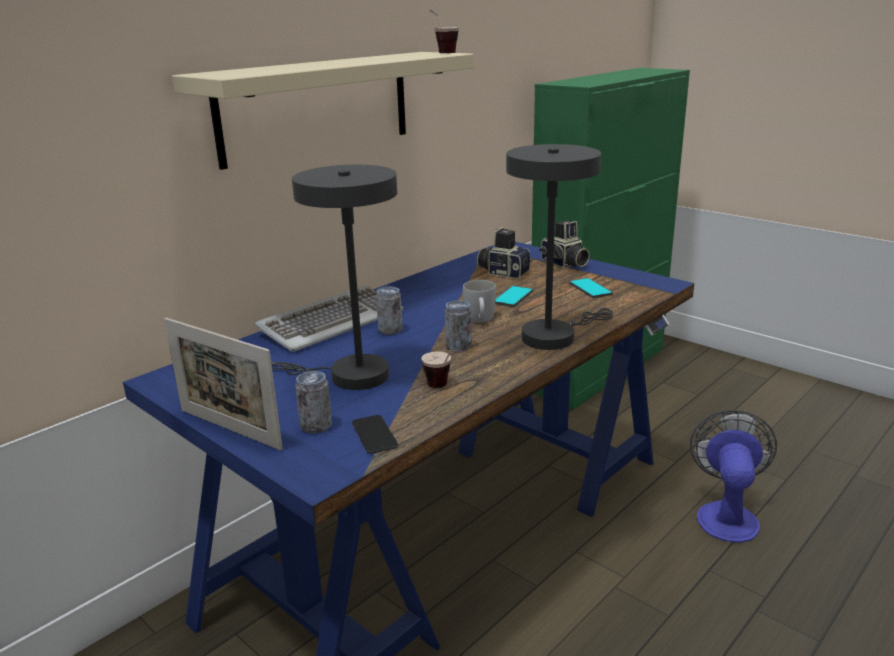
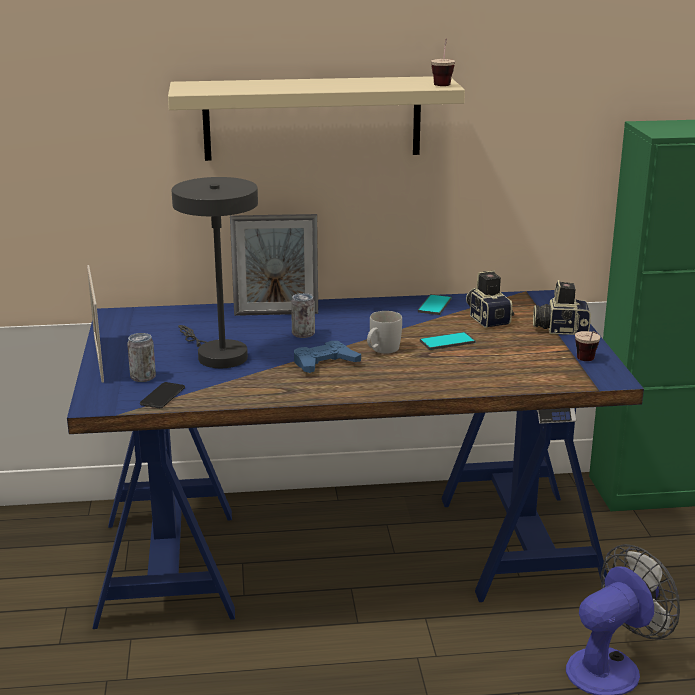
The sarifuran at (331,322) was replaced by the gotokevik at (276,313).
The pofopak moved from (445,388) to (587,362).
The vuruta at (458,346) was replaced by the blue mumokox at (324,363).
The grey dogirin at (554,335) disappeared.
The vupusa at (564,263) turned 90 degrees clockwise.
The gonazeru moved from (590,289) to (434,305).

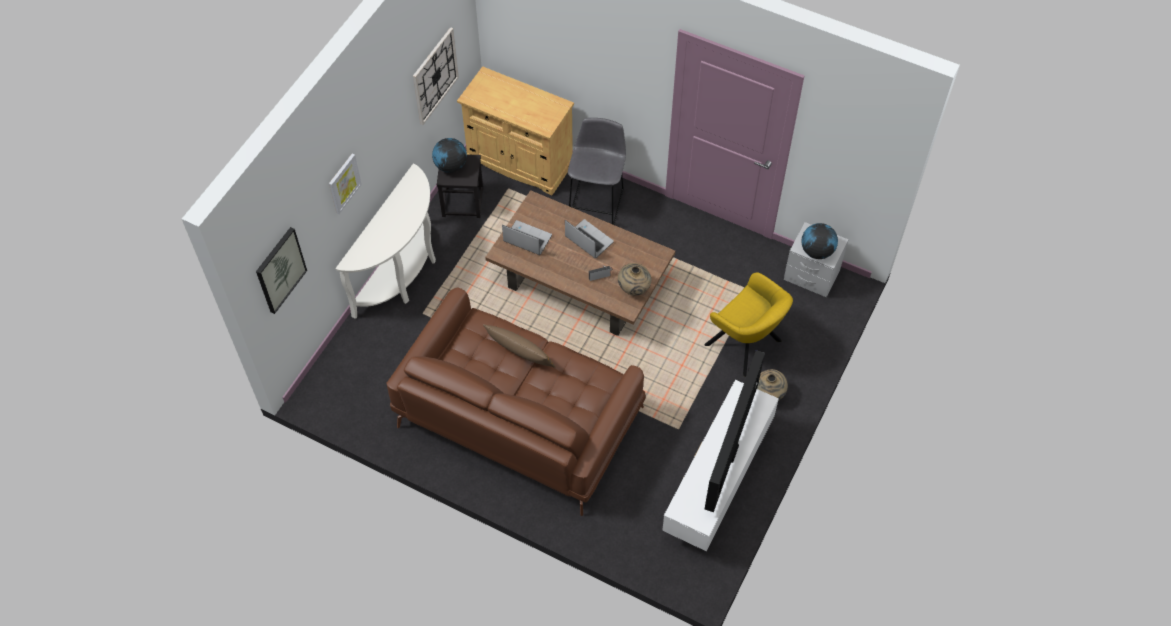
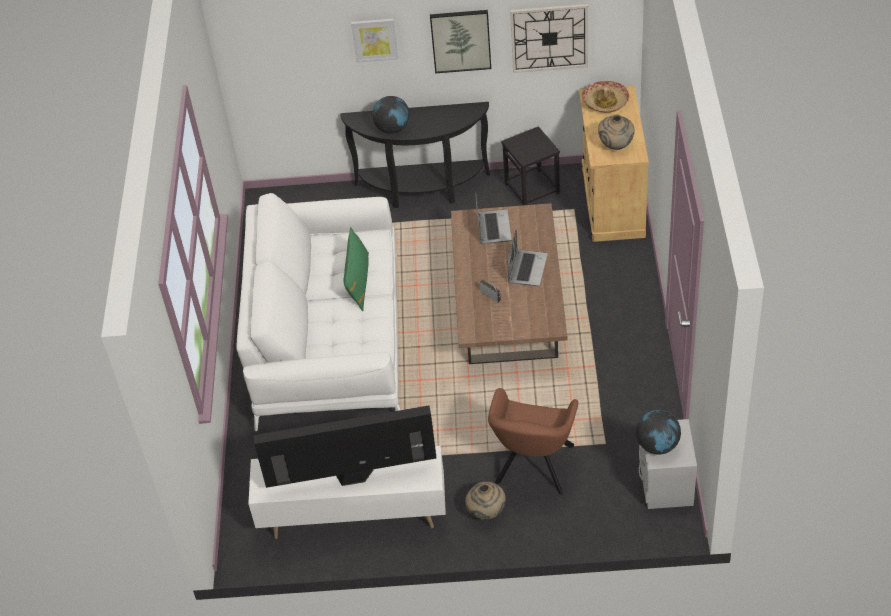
The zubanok moved from (280,270) to (461,40).
The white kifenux at (402,274) became the black kifenux at (422,190).
The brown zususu at (518,416) became the white zususu at (330,337).
The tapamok moved from (450,166) to (392,129).
The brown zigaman at (520,355) became the green zigaman at (358,281).
The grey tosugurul at (597,203) disappeared.
The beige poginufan moved from (634,289) to (616,146).
The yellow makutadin at (746,345) became the brown makutadin at (533,468).
The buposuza at (605,102) appeared.

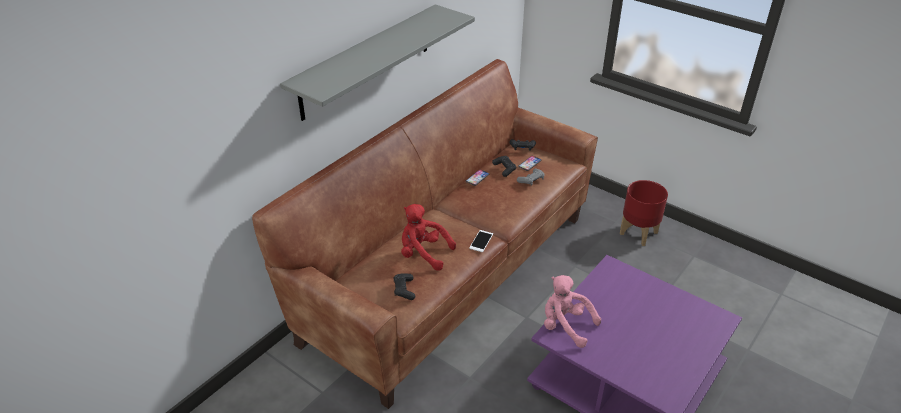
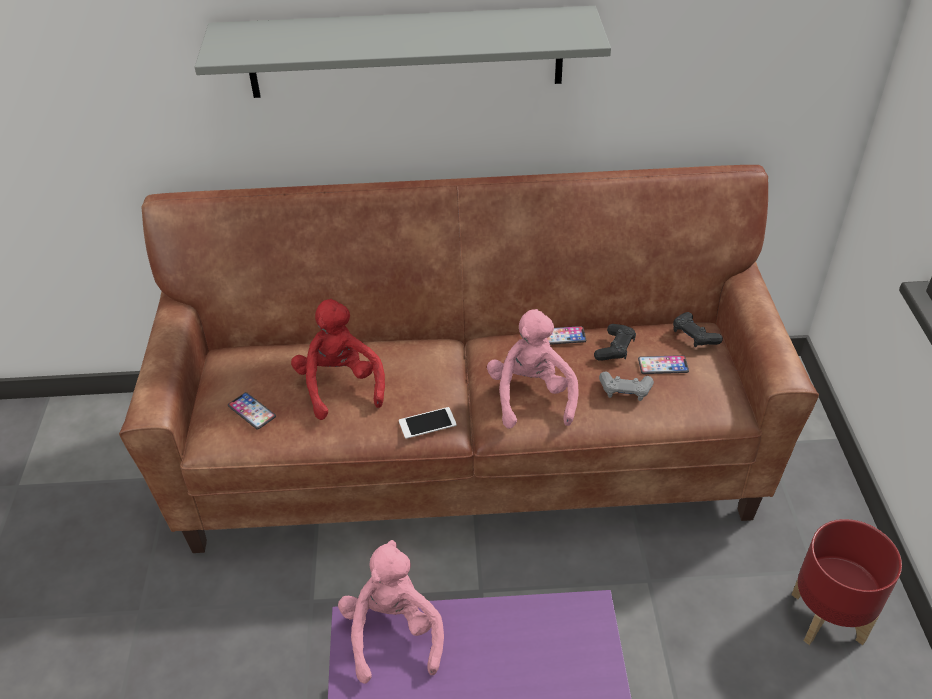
The black mumokox at (404,290) was replaced by the gonazeru at (252,411).
The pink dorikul at (531,396) appeared.

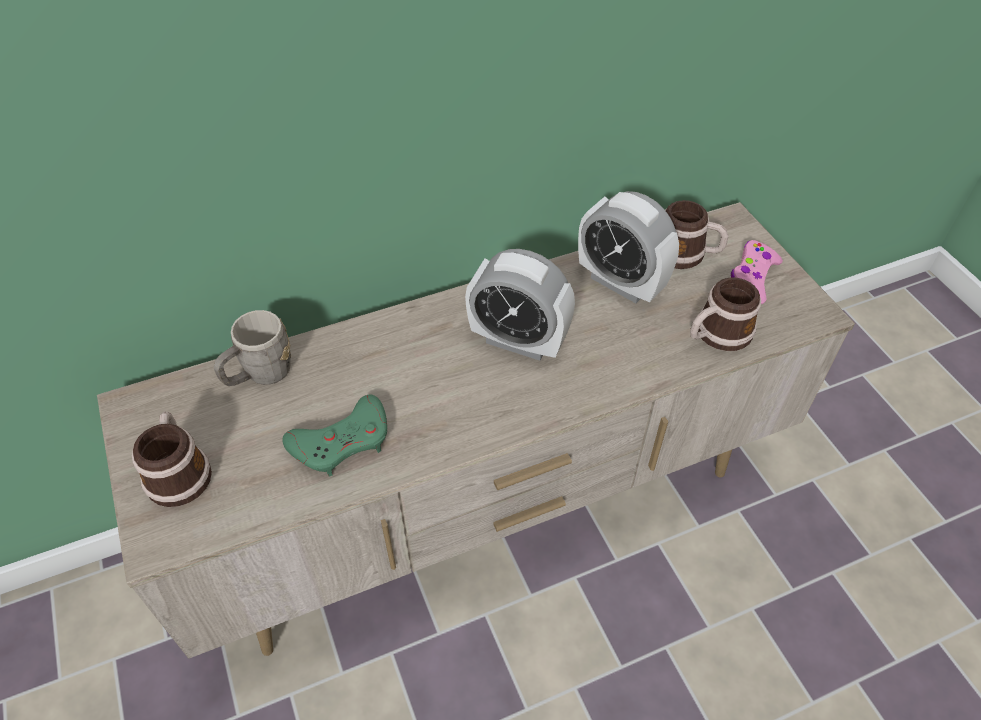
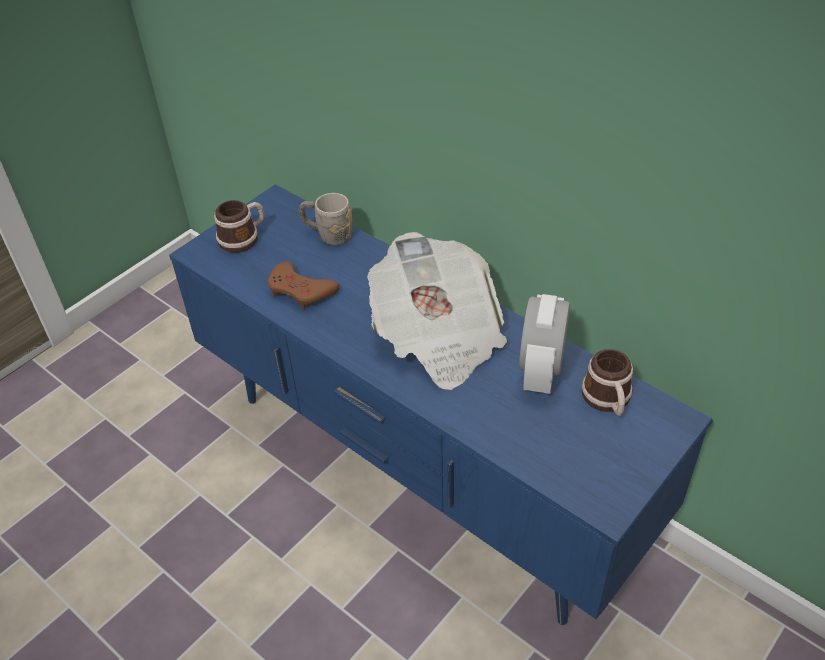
The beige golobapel at (490,514) became the blue golobapel at (419,472).
The green mumokox at (342,441) became the brown mumokox at (301,290).
The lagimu at (518,341) was replaced by the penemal at (438,336).
The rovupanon at (716,335) disappeared.
The pink mumokox at (753,277) disappeared.

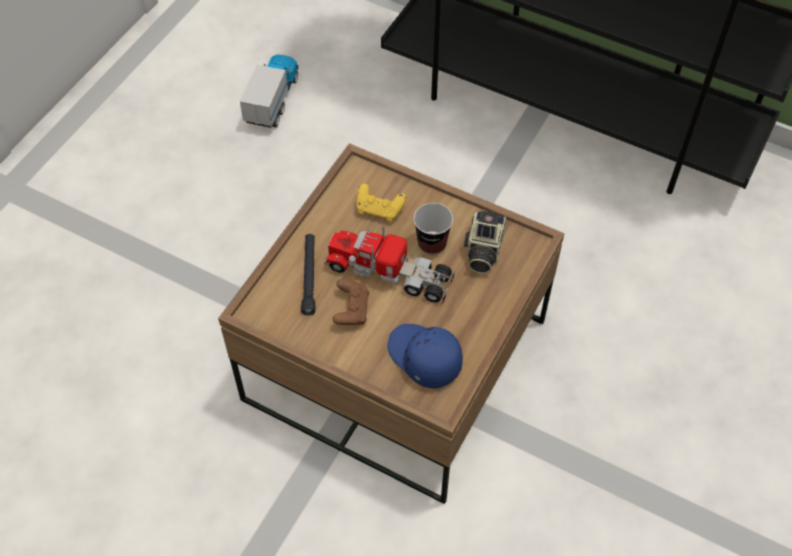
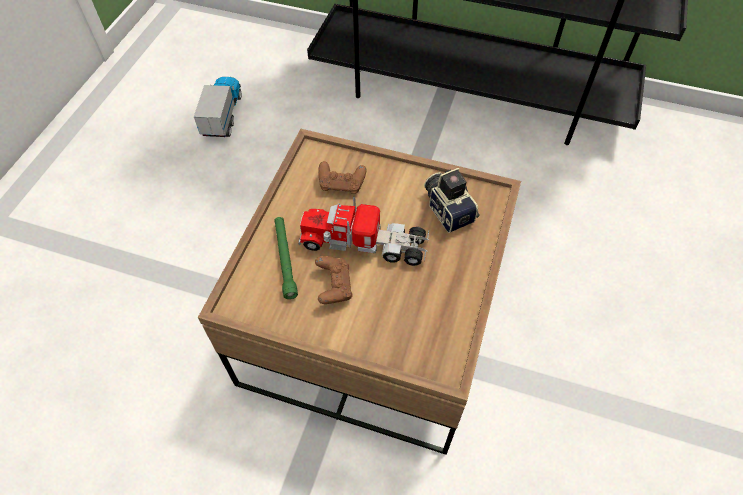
The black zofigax at (309,276) became the green zofigax at (285,259).
The yellow mumokox at (379,209) became the brown mumokox at (342,184).
The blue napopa at (423,358) disappeared.
The pofopak at (432,244) disappeared.
The vupusa at (482,251) turned 150 degrees clockwise.

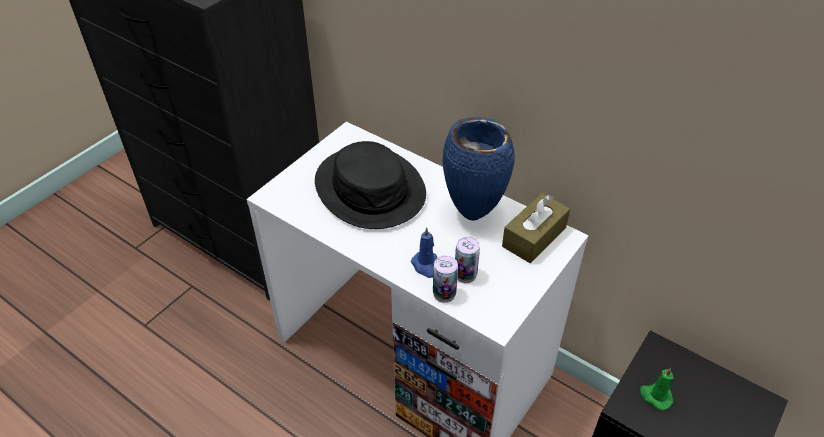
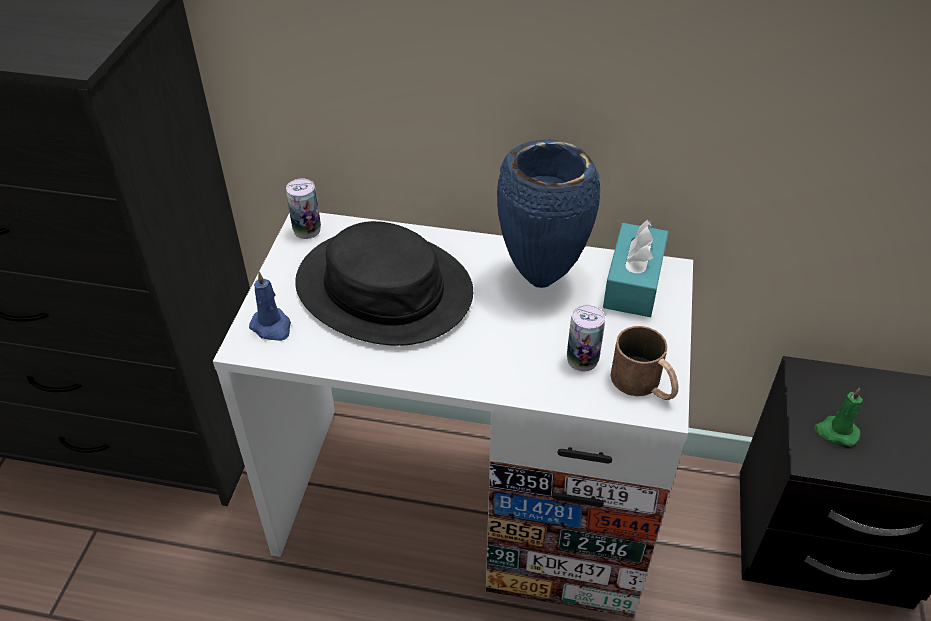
The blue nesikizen moved from (426,265) to (272,327).
The vuruta moved from (444,294) to (307,230).
The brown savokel at (534,237) became the turquoise savokel at (633,283).
The brown rovupanon at (644,385) appeared.

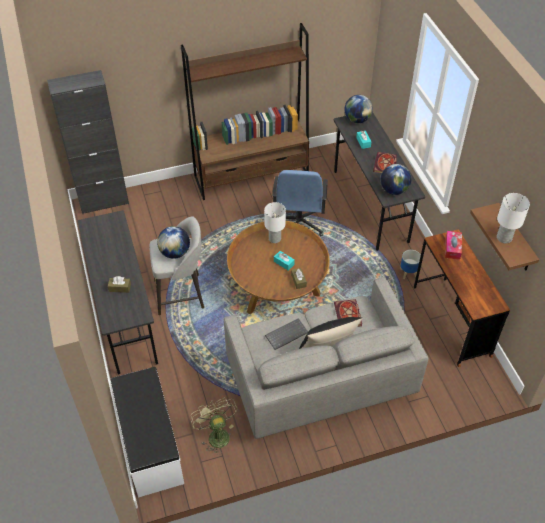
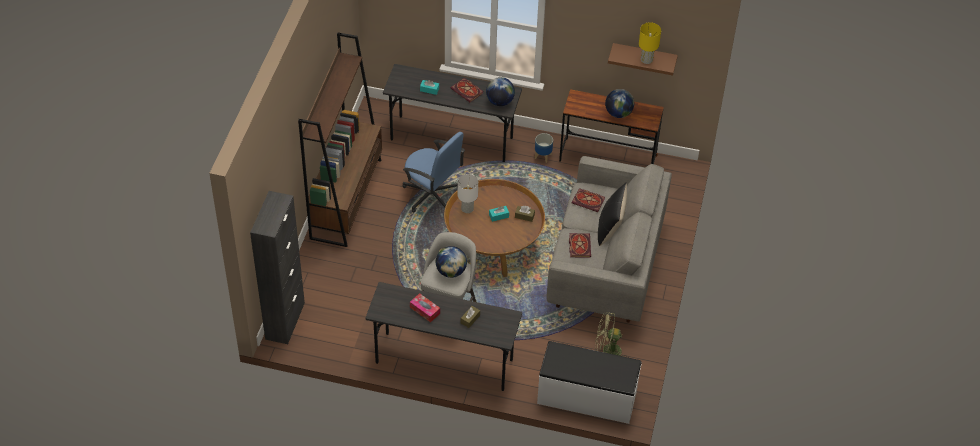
The sarifuran at (286,334) was replaced by the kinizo at (579,245).
The tapamok moved from (357,120) to (618,113).
The savokel moved from (452,248) to (425,310).
The white dogirin at (504,238) became the yellow dogirin at (647,59).

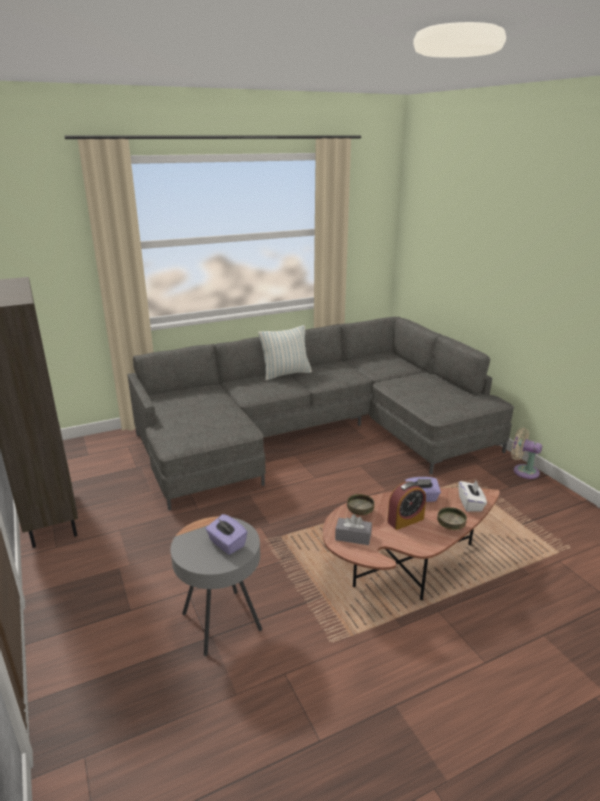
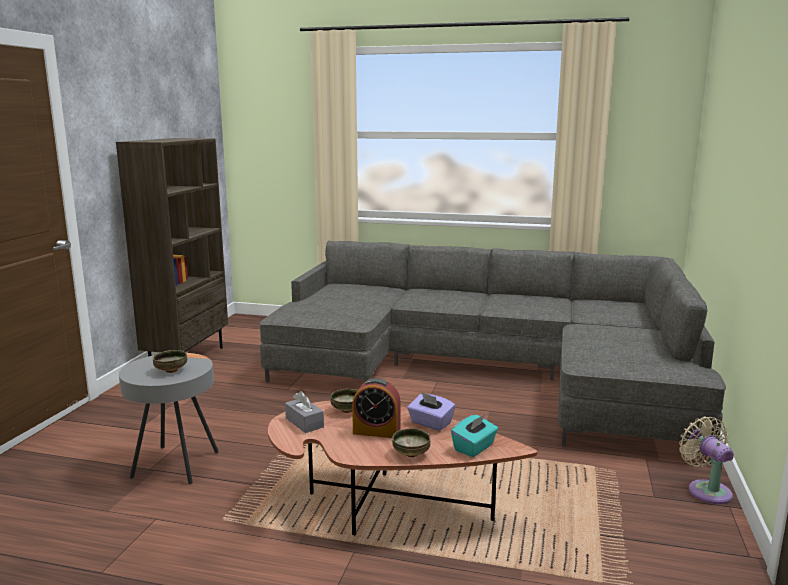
The purple savokel at (226,544) was replaced by the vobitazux at (171,371).
The zigaman at (286,374) disappeared.
The white savokel at (470,504) became the turquoise savokel at (474,448).

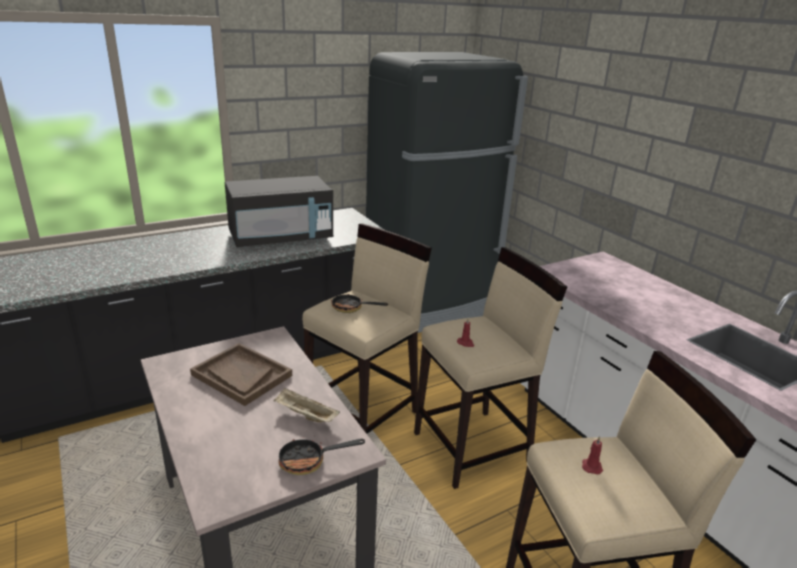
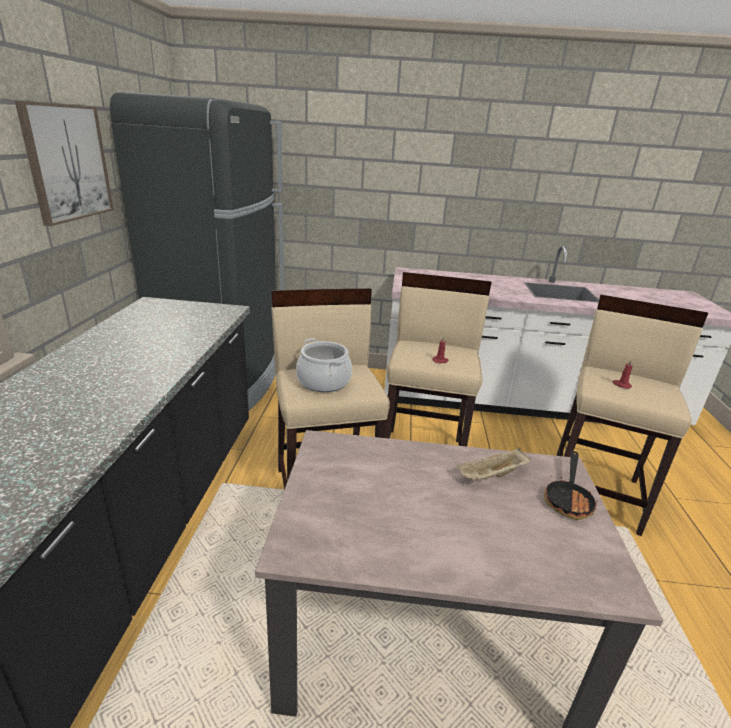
The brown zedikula at (241,375) disappeared.
The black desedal at (281,238) disappeared.
The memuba at (351,308) was replaced by the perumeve at (324,381).
The zubanok at (67,163) appeared.

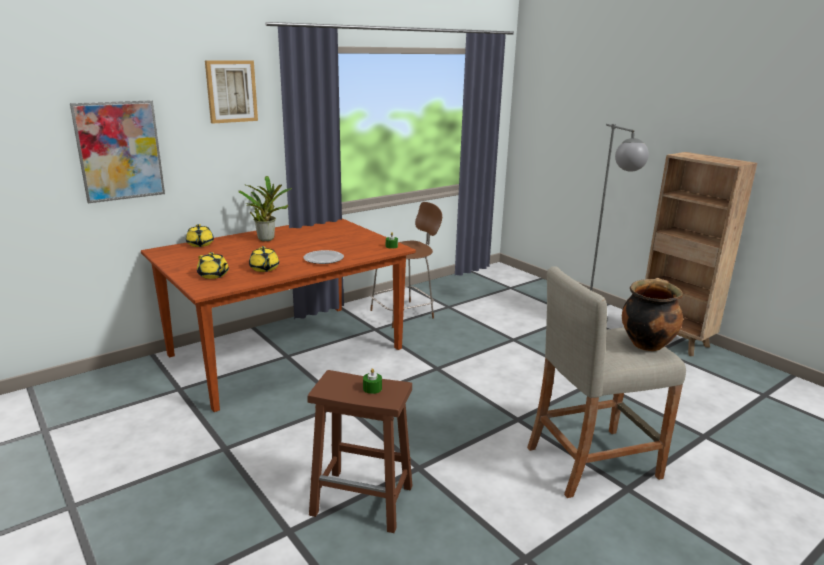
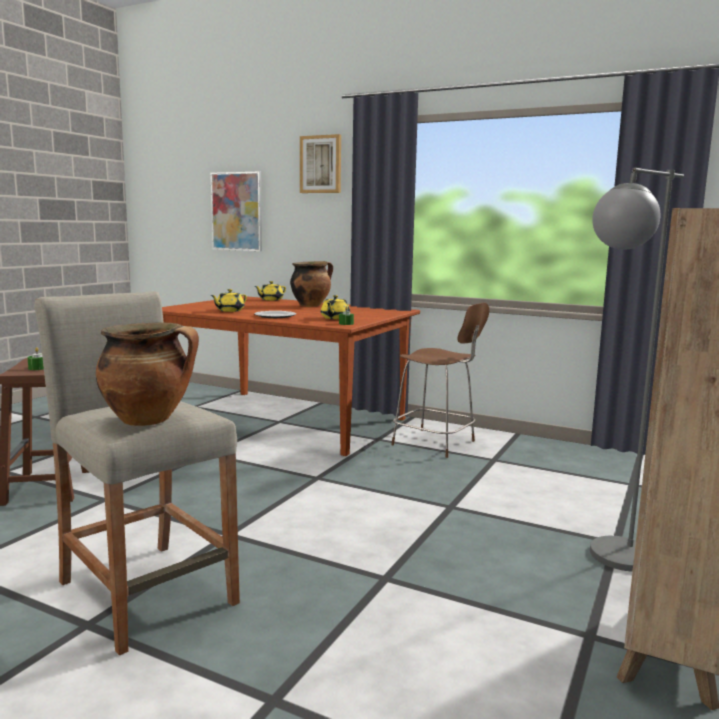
The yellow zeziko moved from (213,275) to (334,318).
The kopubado at (267,238) was replaced by the perumeve at (311,305).

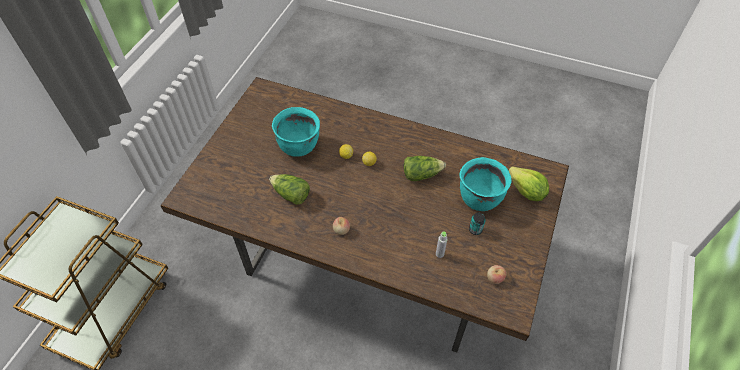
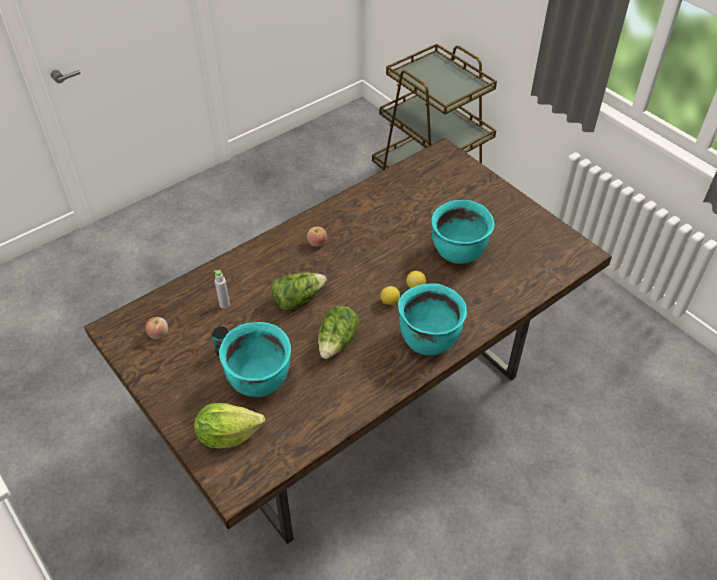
The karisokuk moved from (291,195) to (298,299).
The turquoise perumeve at (428,338) appeared.

